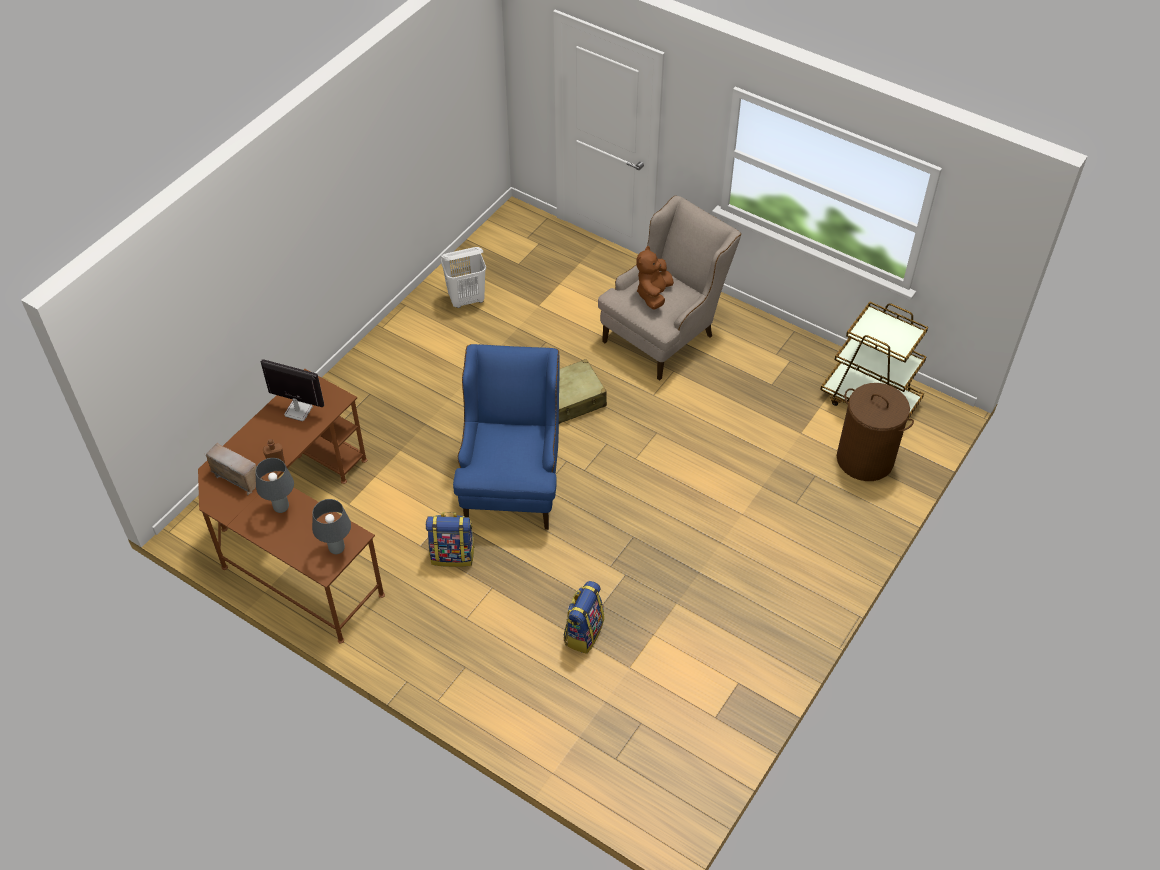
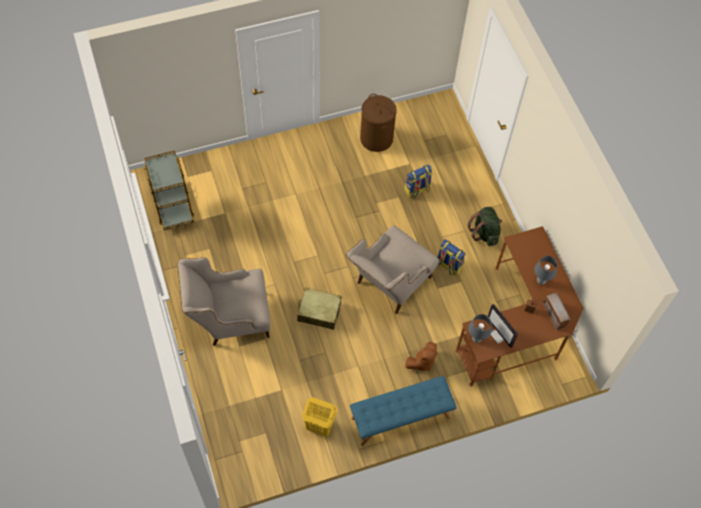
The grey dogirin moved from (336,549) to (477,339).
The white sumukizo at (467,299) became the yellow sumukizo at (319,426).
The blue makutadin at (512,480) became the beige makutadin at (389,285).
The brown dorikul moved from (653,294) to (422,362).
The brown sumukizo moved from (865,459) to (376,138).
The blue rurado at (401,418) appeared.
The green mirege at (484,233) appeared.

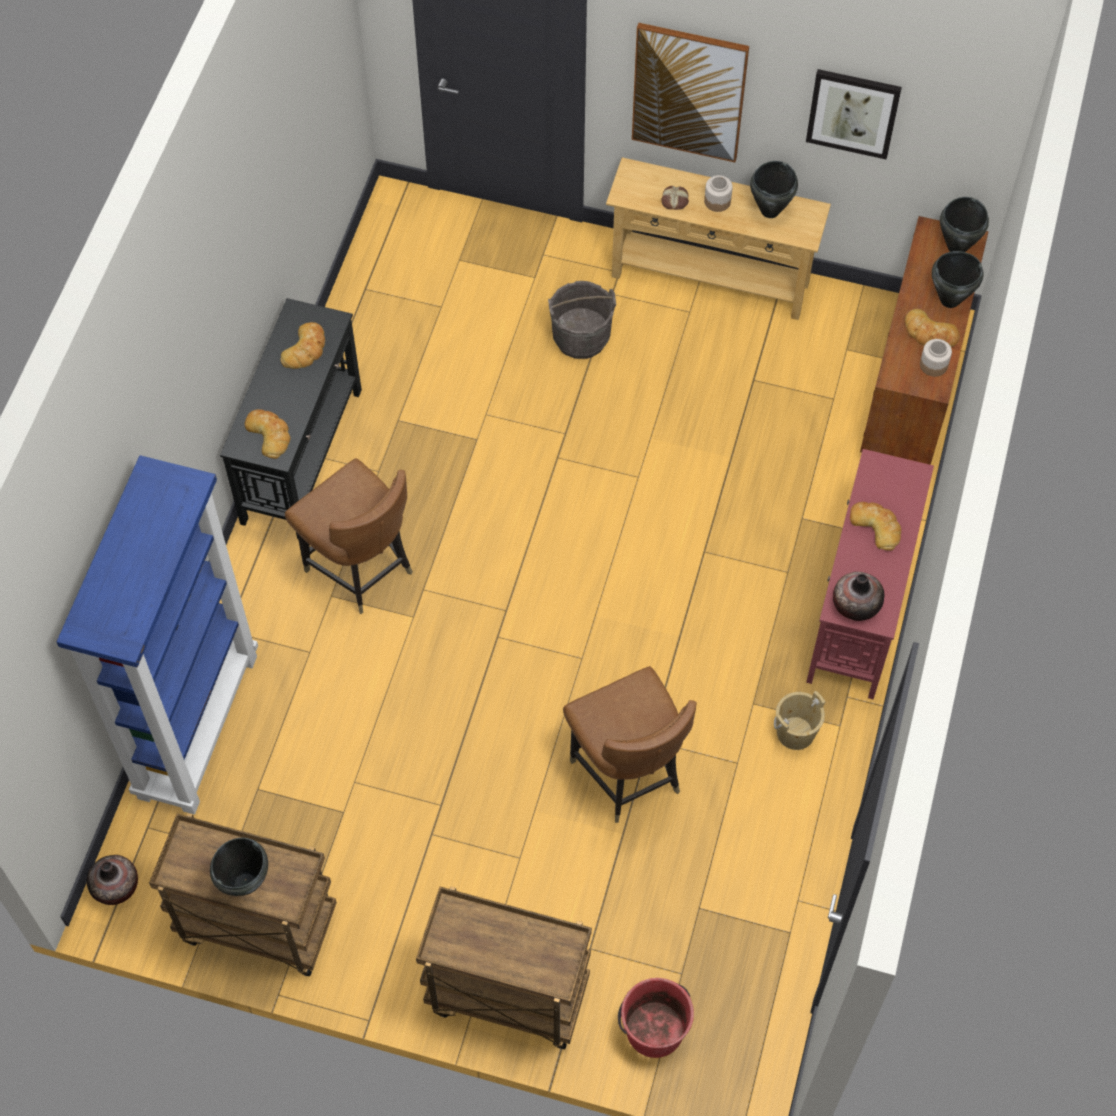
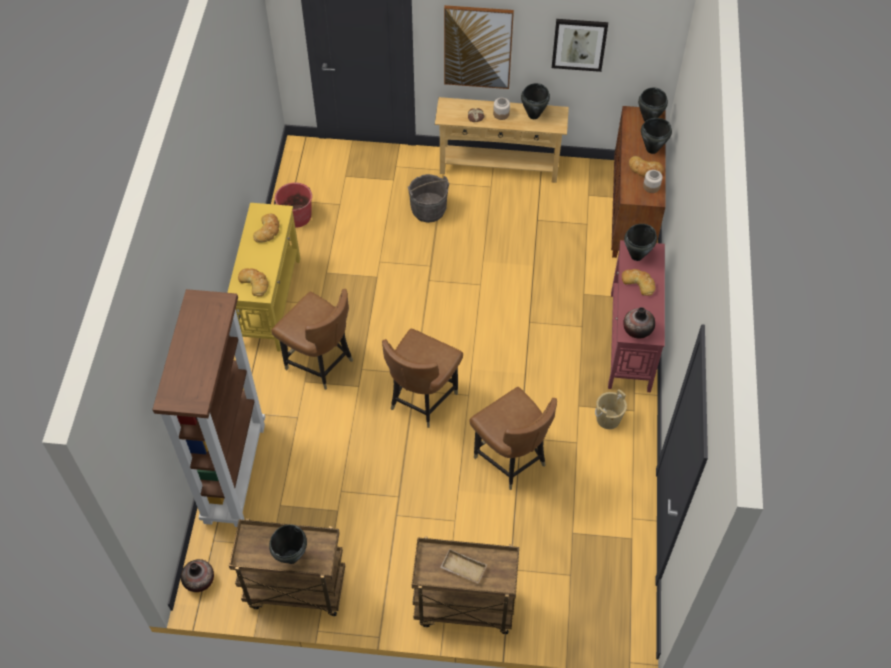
The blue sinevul at (197,724) became the brown sinevul at (234,472).
The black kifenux at (303,455) became the yellow kifenux at (271,301).
The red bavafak moved from (654,1029) to (296,216).
The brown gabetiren at (422,399) appeared.
The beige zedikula at (462,569) appeared.
The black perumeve at (637,256) appeared.

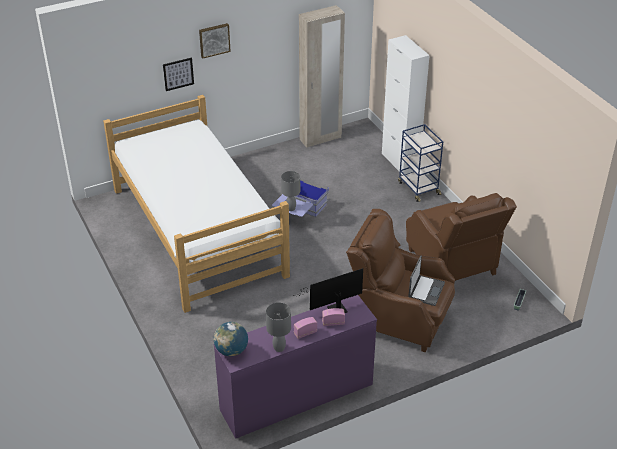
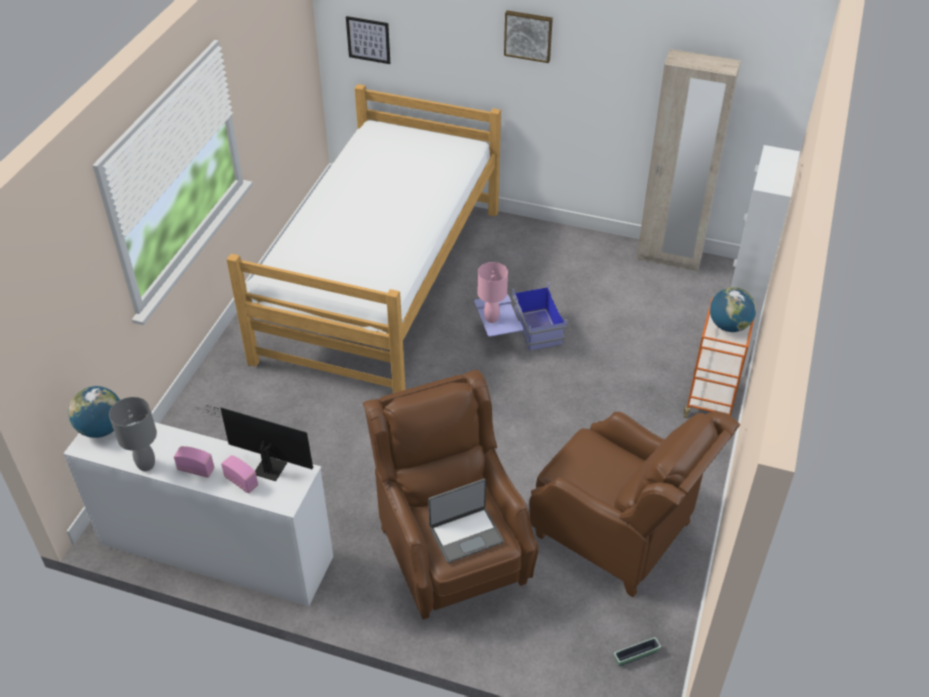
The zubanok moved from (178,74) to (368,40).
The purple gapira at (296,397) became the white gapira at (215,550).
The grey dogirin at (290,208) became the pink dogirin at (491,318).
The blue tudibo at (418,188) became the orange tudibo at (711,399).
The brown makutadin at (452,264) turned 75 degrees counterclockwise.
The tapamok at (728,326) appeared.

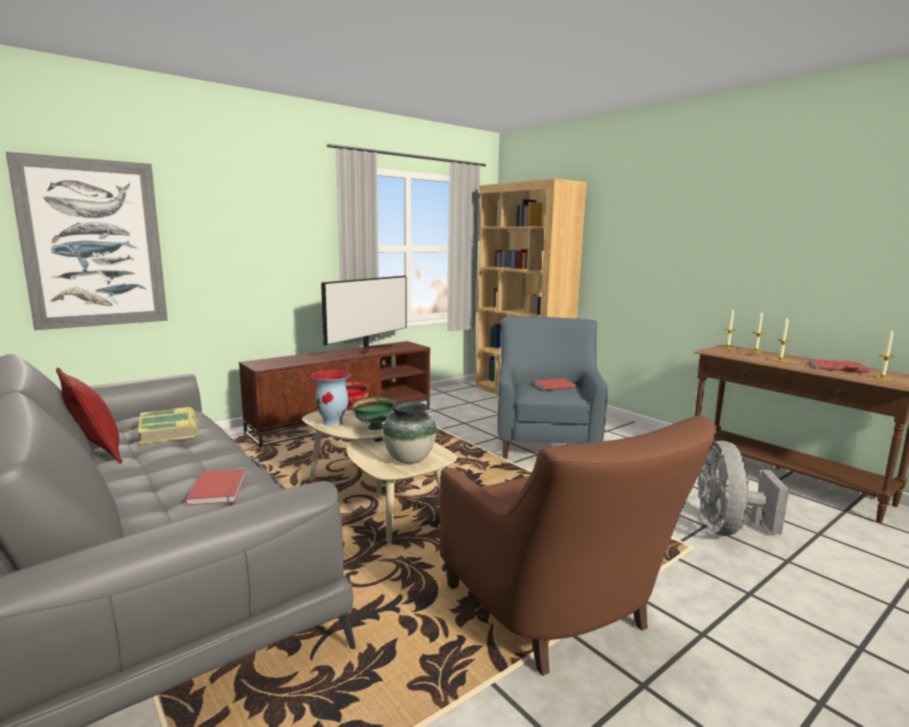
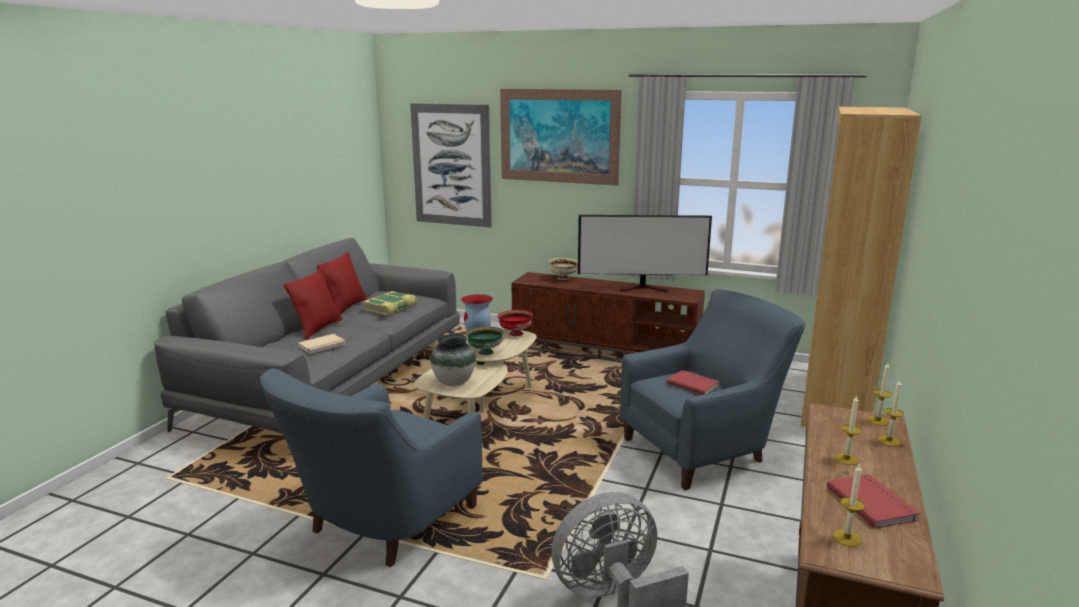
The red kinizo at (220,489) became the beige kinizo at (323,345).
The brown makutadin at (560,615) became the blue makutadin at (381,525).
The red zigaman at (318,328) appeared.
The zubanok at (559,136) appeared.
The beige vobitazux at (563,278) appeared.

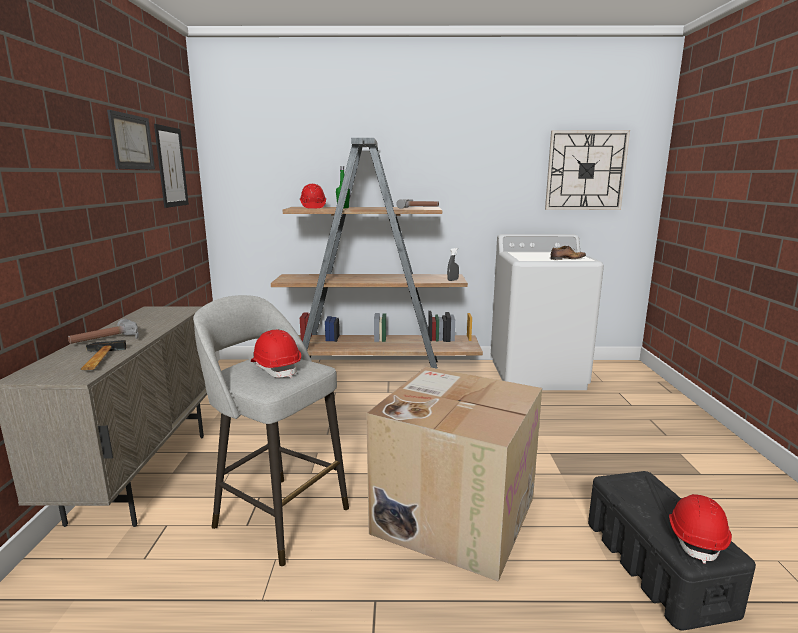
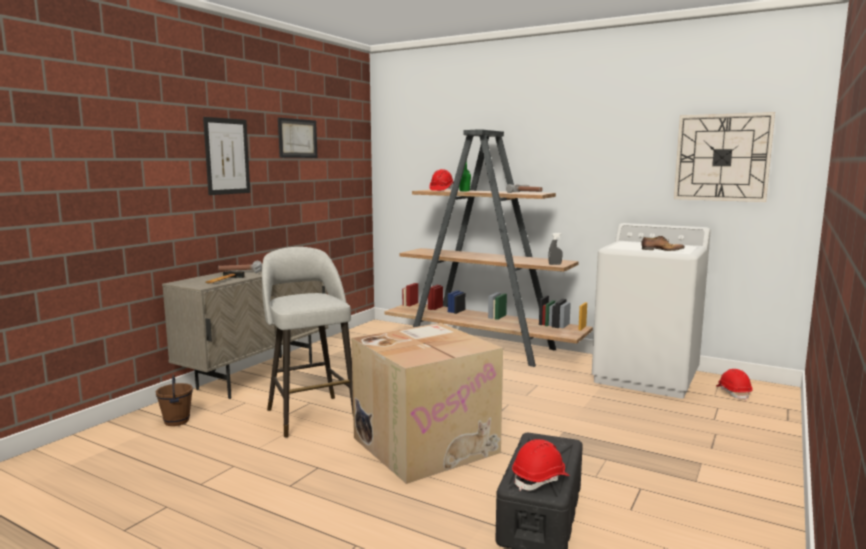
The zubanok moved from (171,167) to (227,156).
The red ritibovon moved from (276,368) to (733,393).
The brown bavafak at (177,421) appeared.

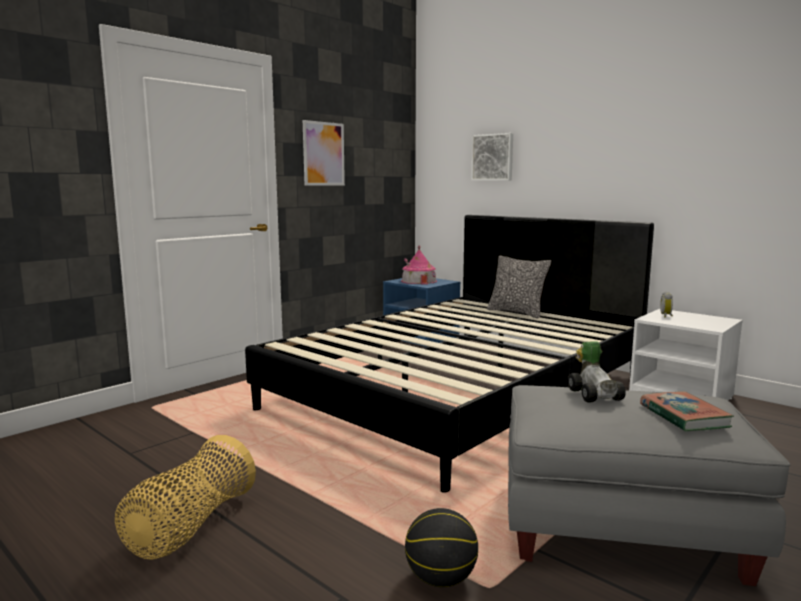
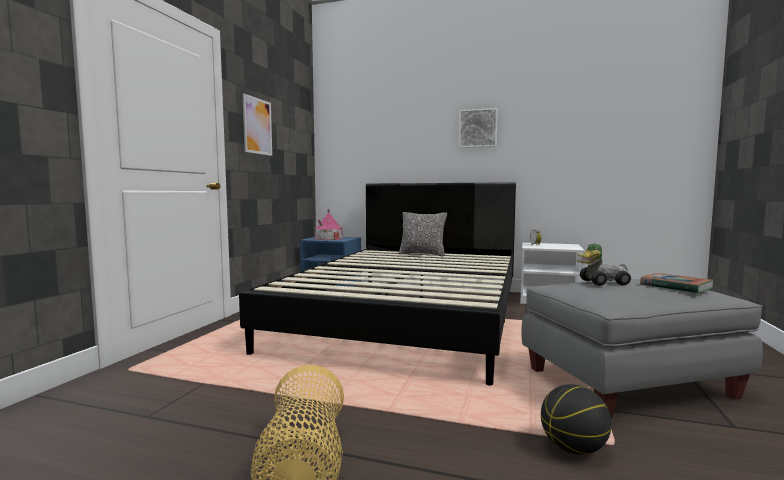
The zubanok moved from (493,157) to (478,128).
The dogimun at (594,394) turned 60 degrees counterclockwise.

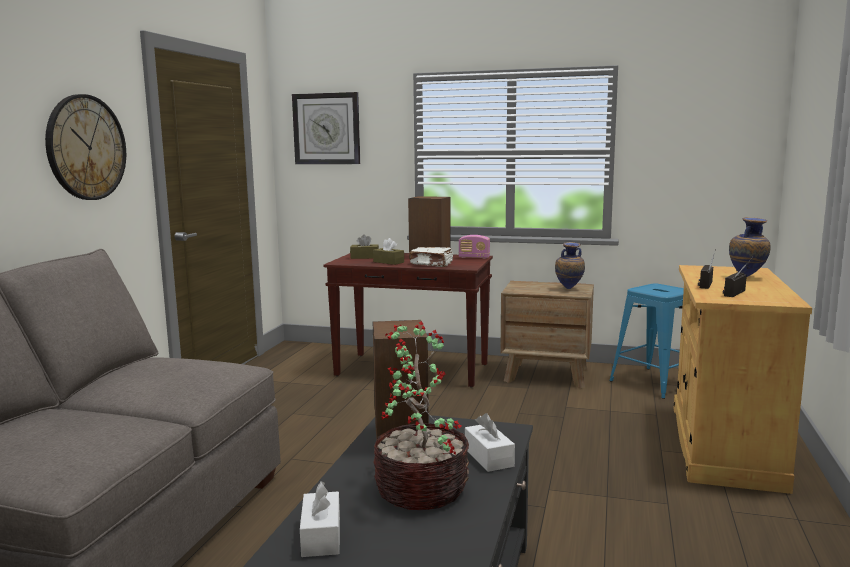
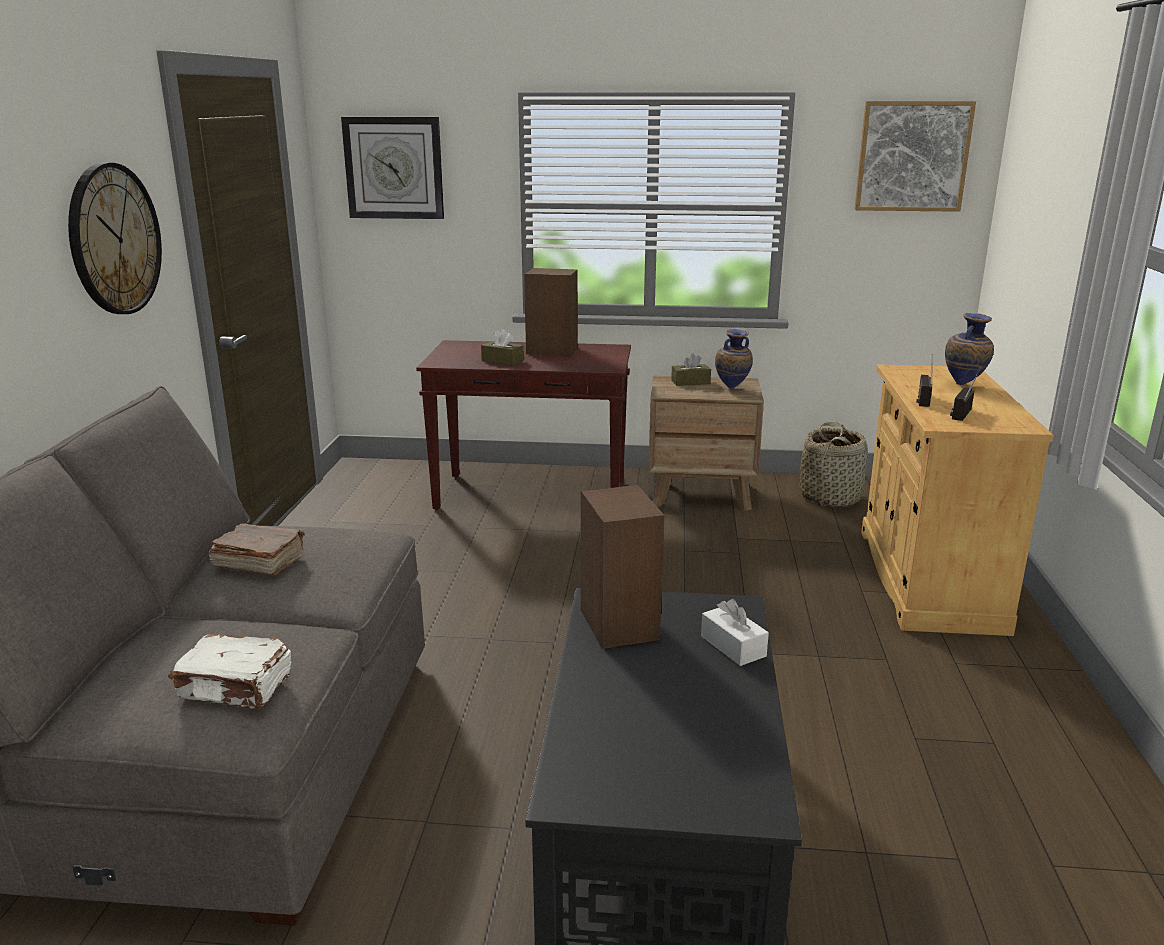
The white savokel at (321,536) disappeared.
The brown savokel moved from (364,257) to (690,382).
The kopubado at (420,488) disappeared.
The white kinizo moved from (432,264) to (236,687).
The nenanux at (474,257) disappeared.
The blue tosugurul at (654,382) was replaced by the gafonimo at (830,497).
The brown kinizo at (259,563) appeared.
The zubanok at (912,156) appeared.

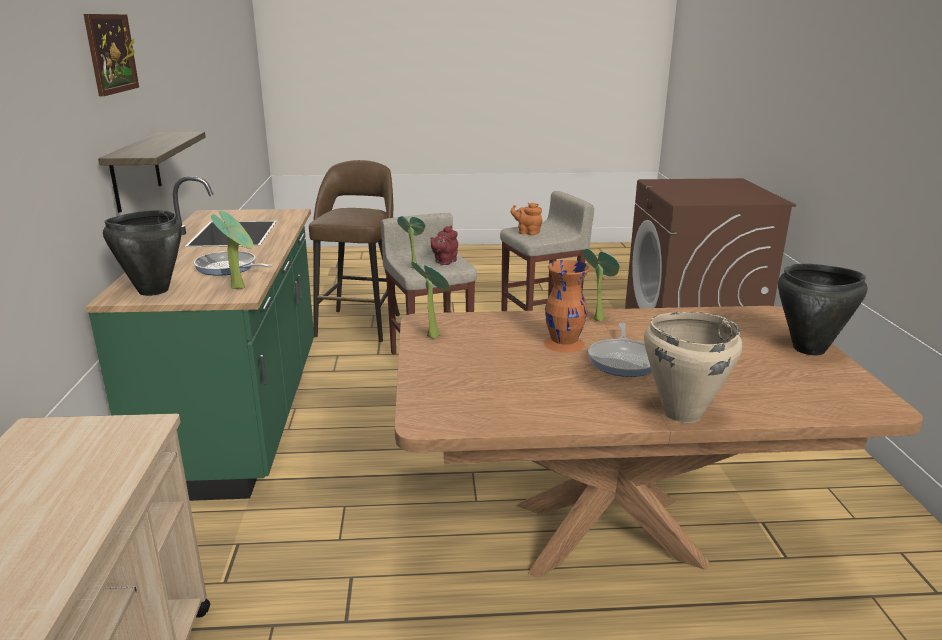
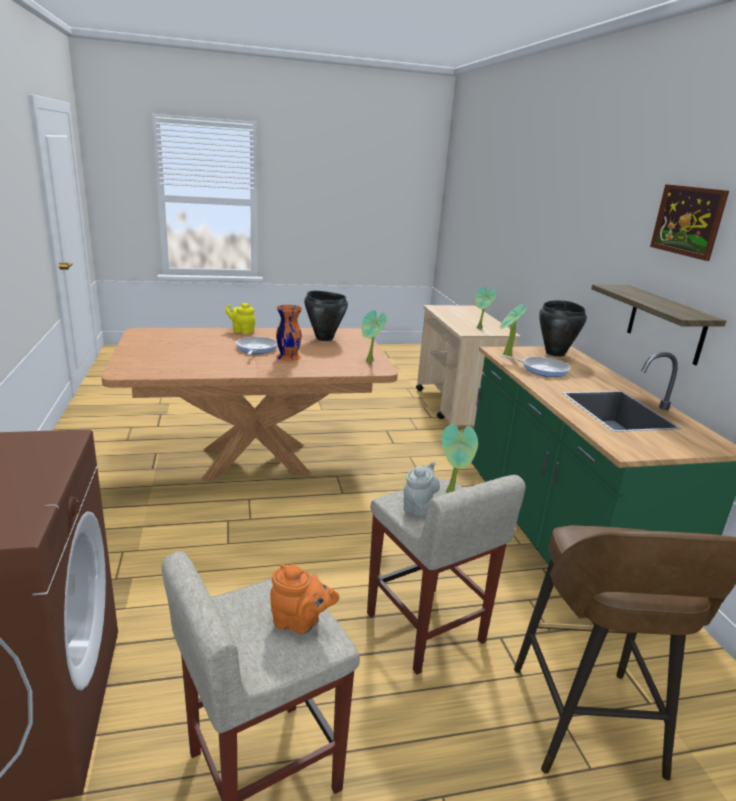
The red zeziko at (444,262) became the grey zeziko at (418,507).
The kopubado moved from (598,318) to (480,328).
The beige perumeve at (681,413) was replaced by the yellow zeziko at (241,331).
The black perumeve moved from (809,349) to (324,338).

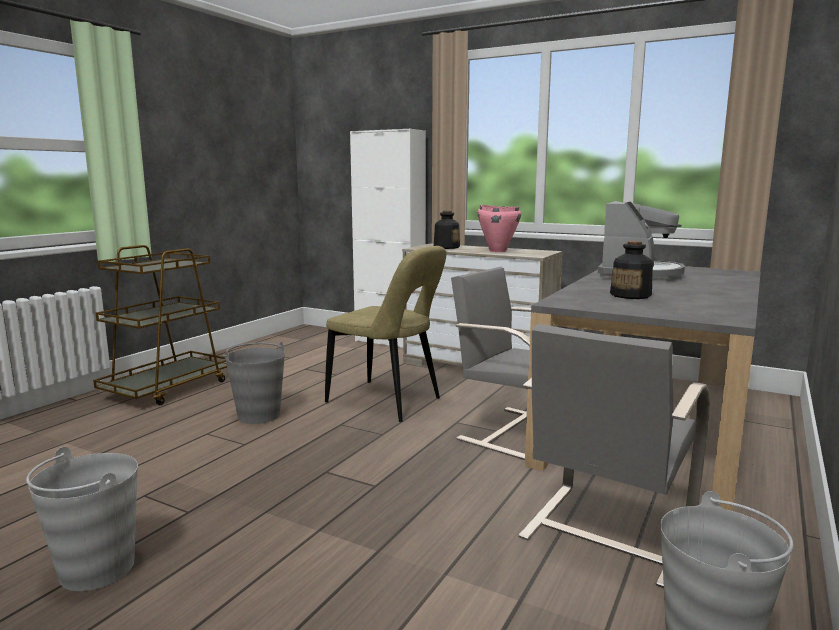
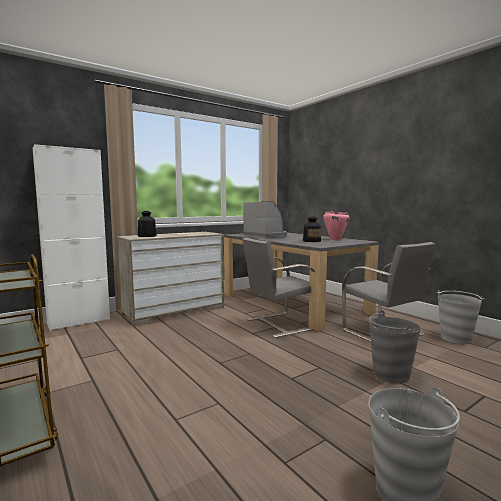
The grey bavafak moved from (259,415) to (390,374).
The beige gabetiren at (388,402) disappeared.
The pink perumeve moved from (497,251) to (335,239).

